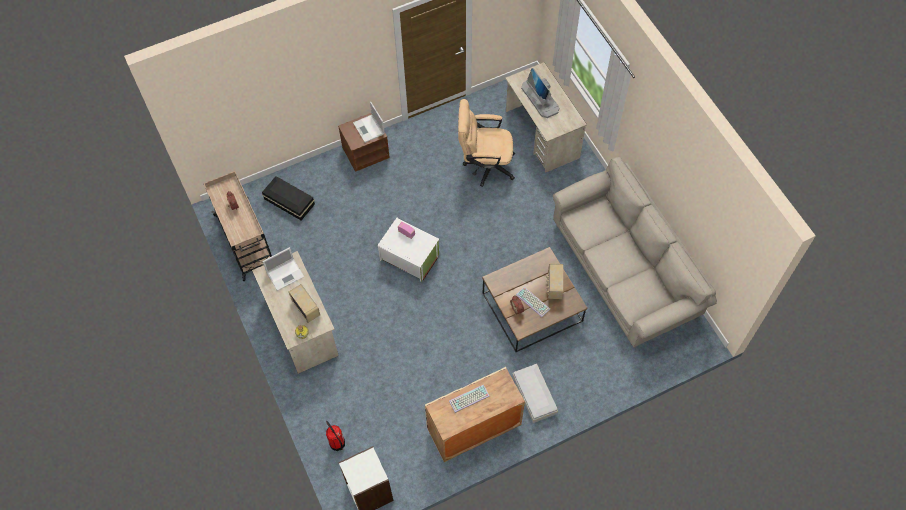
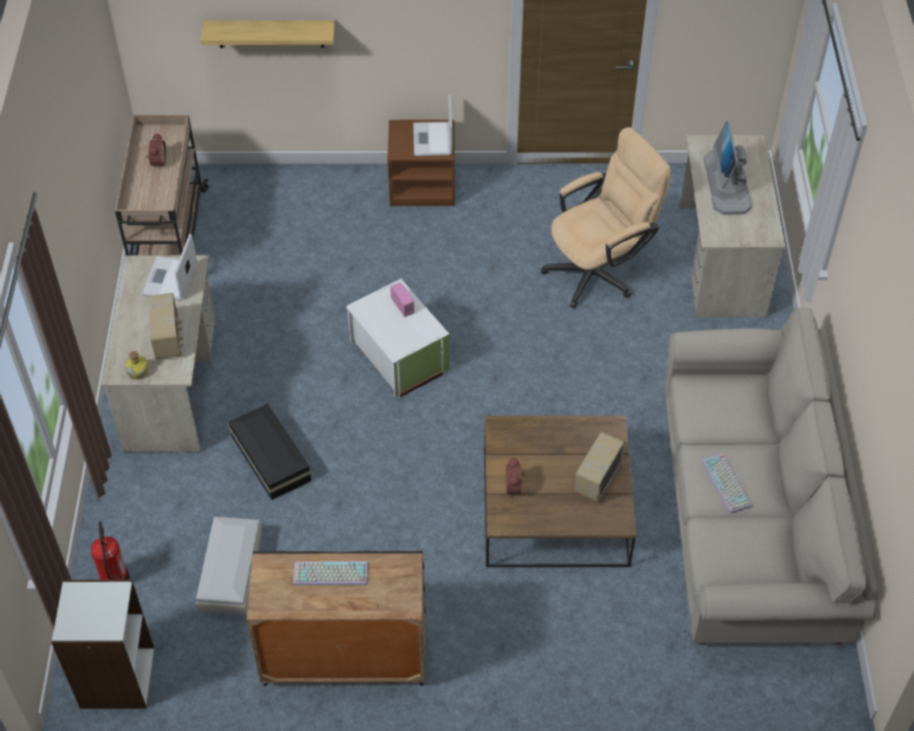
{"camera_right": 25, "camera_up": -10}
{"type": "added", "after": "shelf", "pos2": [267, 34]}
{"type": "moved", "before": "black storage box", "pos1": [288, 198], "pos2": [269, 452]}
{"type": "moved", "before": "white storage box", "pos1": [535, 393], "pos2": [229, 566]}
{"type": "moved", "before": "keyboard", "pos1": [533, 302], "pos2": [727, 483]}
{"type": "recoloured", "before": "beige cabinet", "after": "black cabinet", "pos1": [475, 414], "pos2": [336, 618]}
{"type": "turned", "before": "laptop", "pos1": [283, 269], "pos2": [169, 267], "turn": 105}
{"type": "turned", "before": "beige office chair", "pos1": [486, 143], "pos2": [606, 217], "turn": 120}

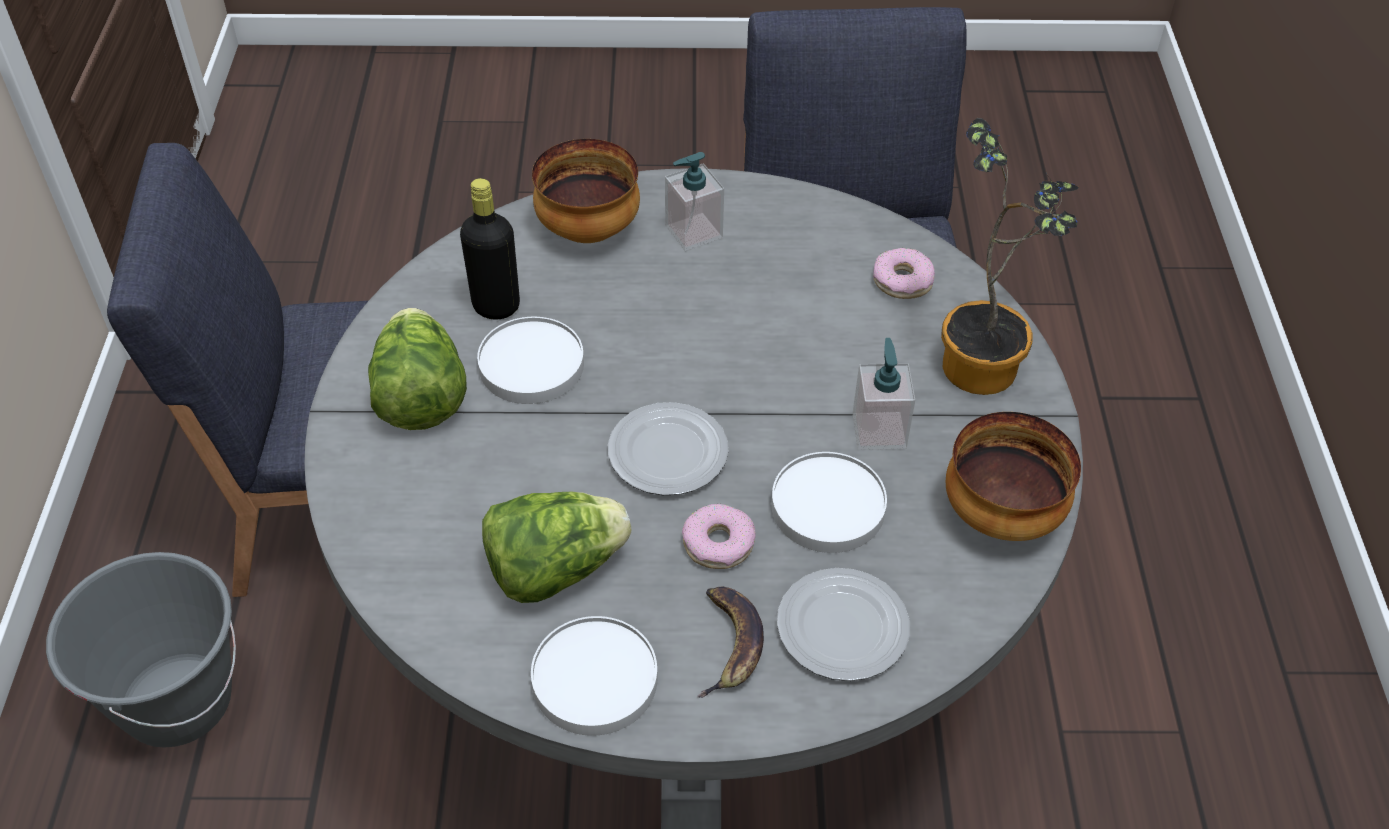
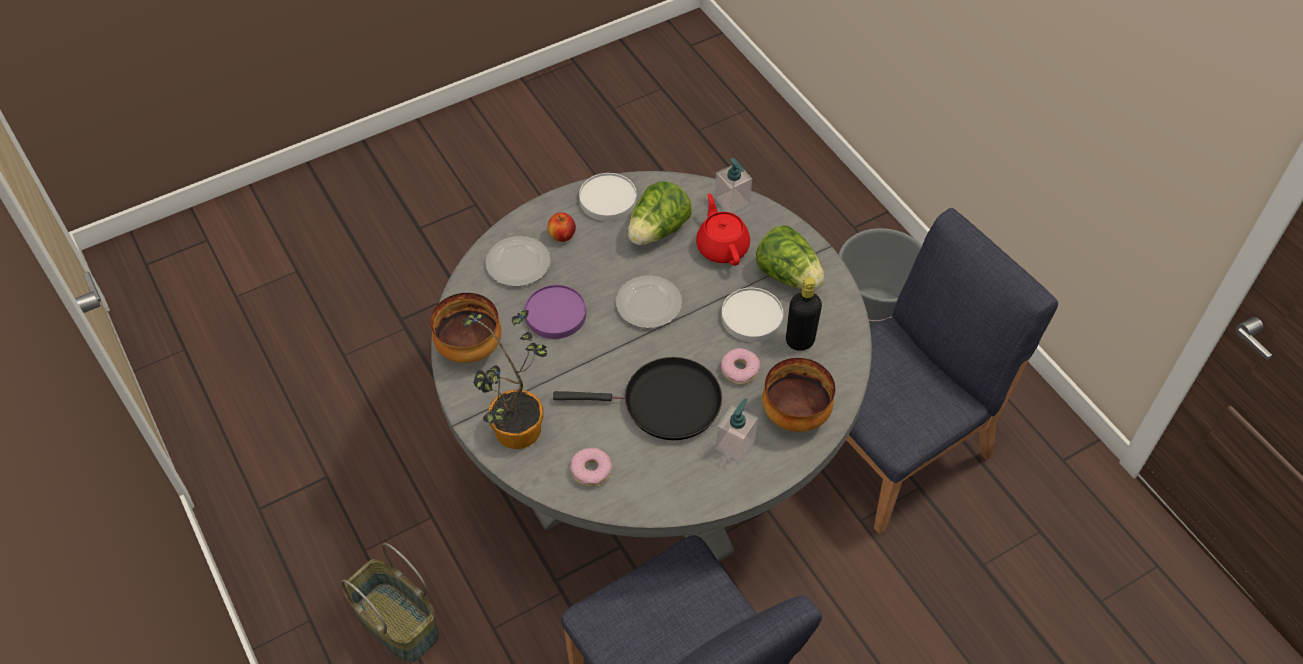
{"camera_right": 150, "camera_up": 5}
{"type": "added", "after": "basket", "pos2": [390, 602]}
{"type": "added", "after": "black frying pan", "pos2": [637, 398]}
{"type": "added", "after": "red teapot", "pos2": [723, 229]}
{"type": "moved", "before": "donut", "pos1": [719, 536], "pos2": [740, 366]}
{"type": "moved", "before": "soap dispenser", "pos1": [884, 394], "pos2": [733, 185]}
{"type": "replaced", "before": "banana", "after": "apple", "pos1": [730, 642], "pos2": [562, 227]}
{"type": "recoloured", "before": "white plate", "after": "purple plate", "pos1": [829, 502], "pos2": [555, 312]}

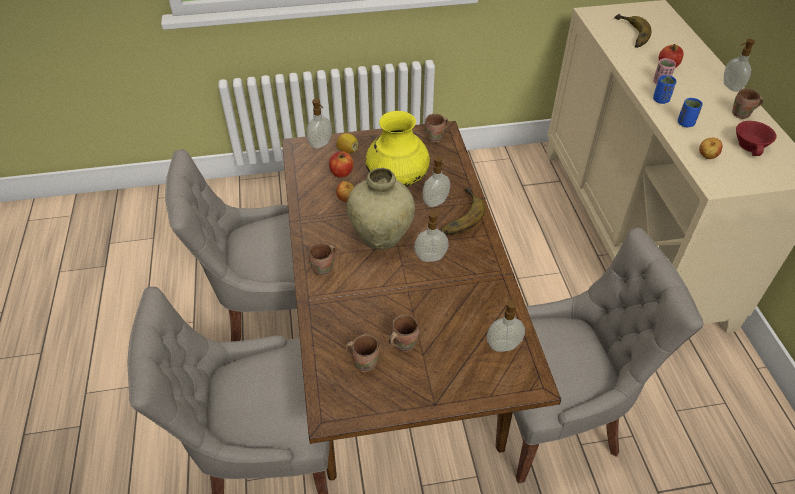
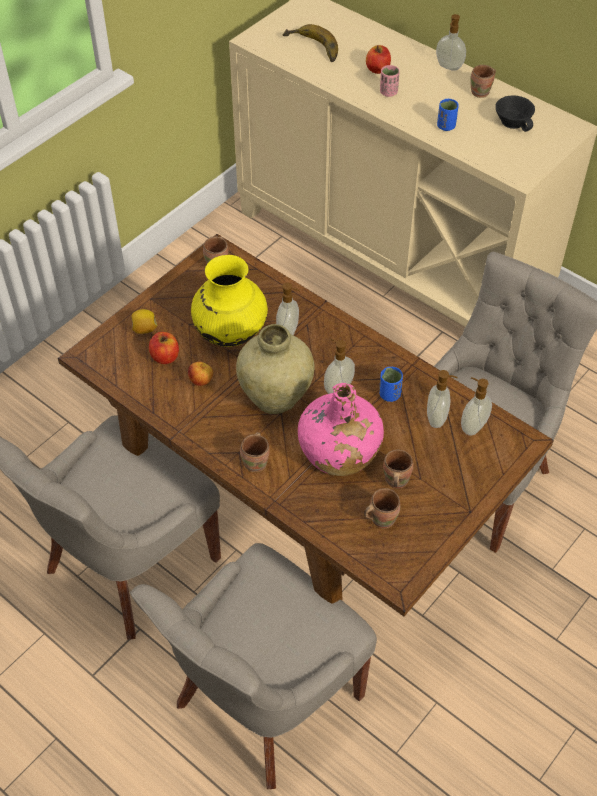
{"camera_right": -40, "camera_up": 5}
{"type": "removed", "before": "banana", "pos1": [462, 211]}
{"type": "removed", "before": "apple", "pos1": [711, 148]}
{"type": "added", "after": "pink bottle", "pos2": [341, 429]}
{"type": "moved", "before": "soap dispenser", "pos1": [319, 124], "pos2": [442, 399]}
{"type": "moved", "before": "blue cup", "pos1": [664, 89], "pos2": [391, 384]}
{"type": "recoloured", "before": "red cup", "after": "black cup", "pos1": [756, 138], "pos2": [515, 113]}

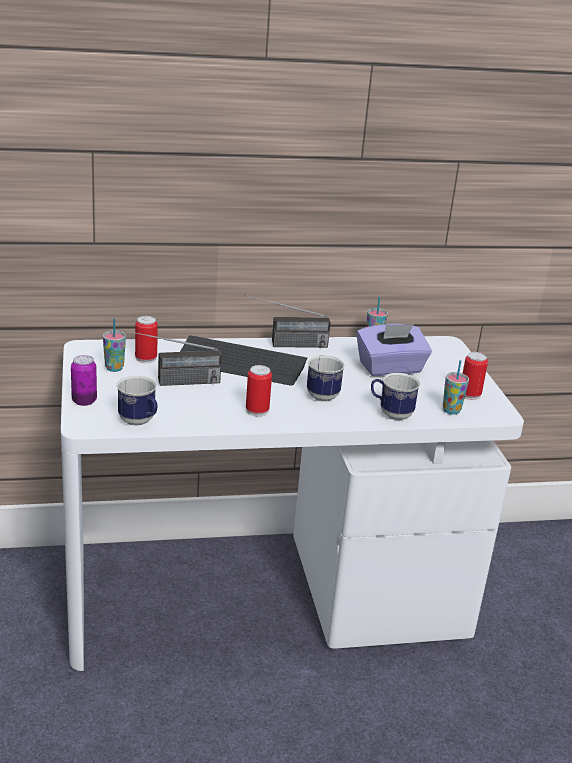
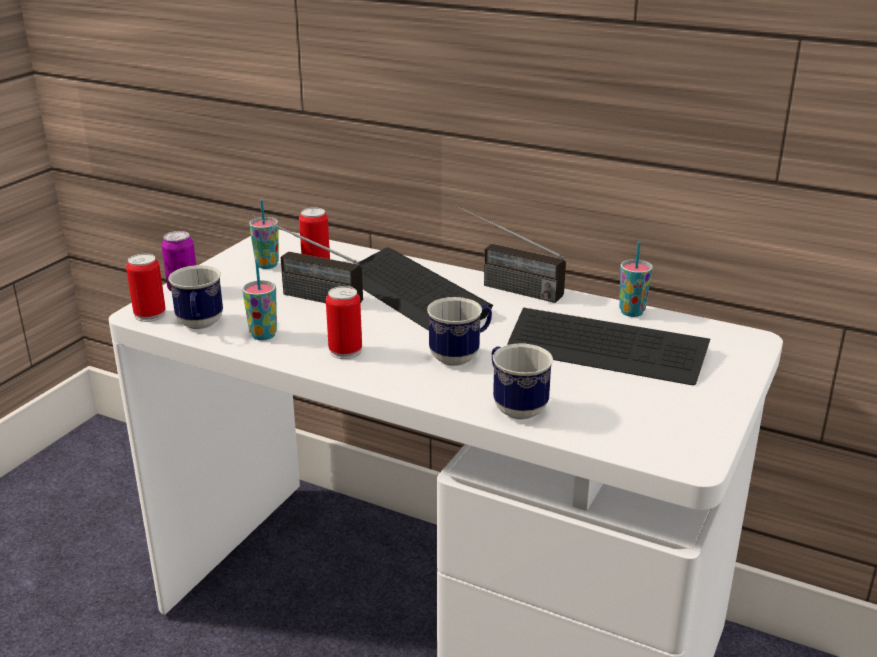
{"camera_right": 40, "camera_up": 0}
{"type": "moved", "before": "cup", "pos1": [456, 387], "pos2": [259, 301]}
{"type": "moved", "before": "can", "pos1": [475, 376], "pos2": [146, 288]}
{"type": "replaced", "before": "purple tissue box", "after": "keyboard", "pos1": [394, 350], "pos2": [608, 346]}

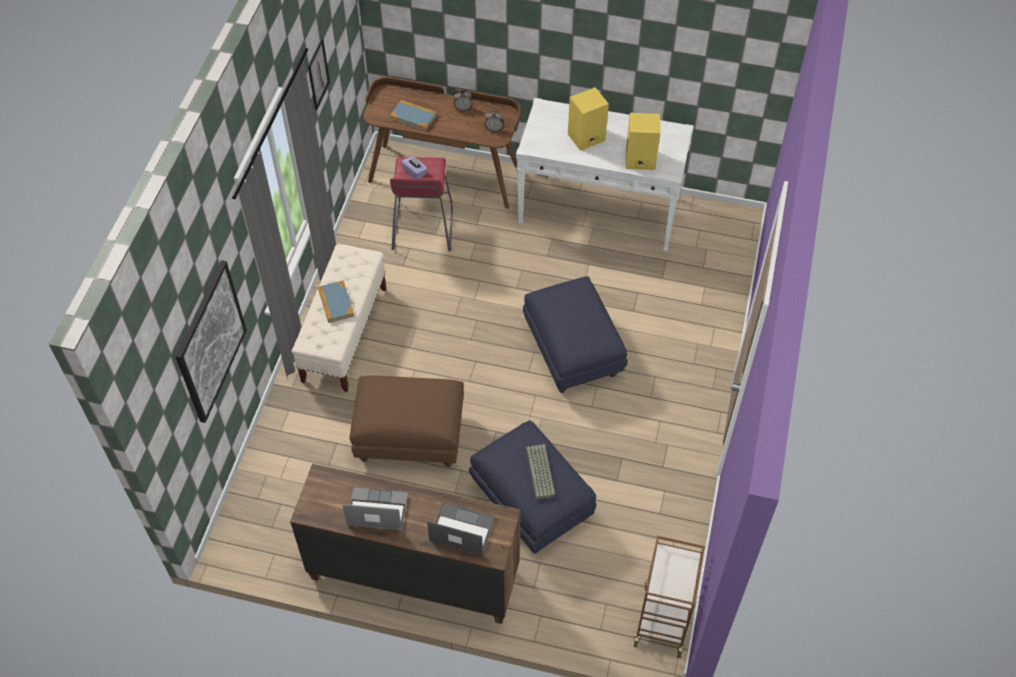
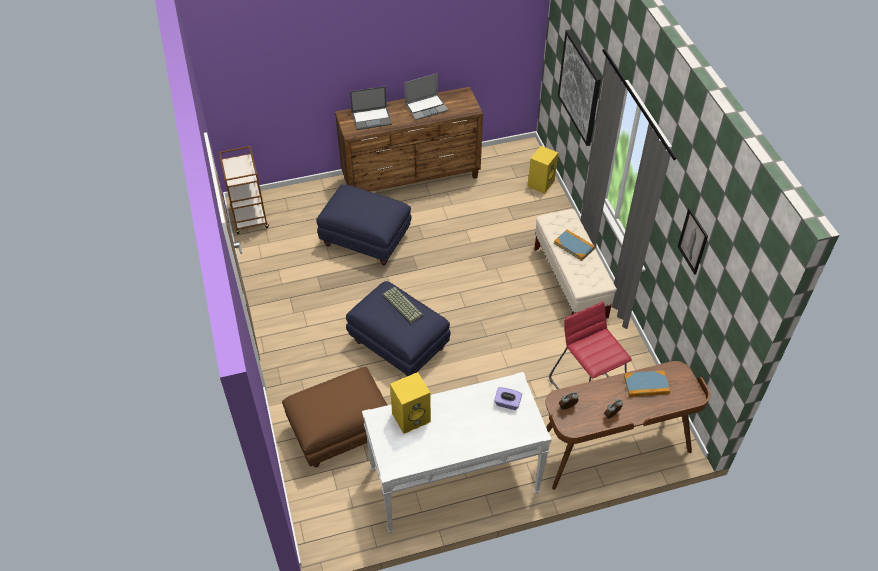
{"camera_right": 150, "camera_up": -5}
{"type": "moved", "before": "brown ottoman", "pos1": [407, 421], "pos2": [334, 417]}
{"type": "moved", "before": "purple tissue box", "pos1": [414, 167], "pos2": [508, 398]}
{"type": "moved", "before": "keyboard", "pos1": [540, 472], "pos2": [403, 305]}
{"type": "moved", "before": "yellow speaker", "pos1": [588, 119], "pos2": [543, 170]}

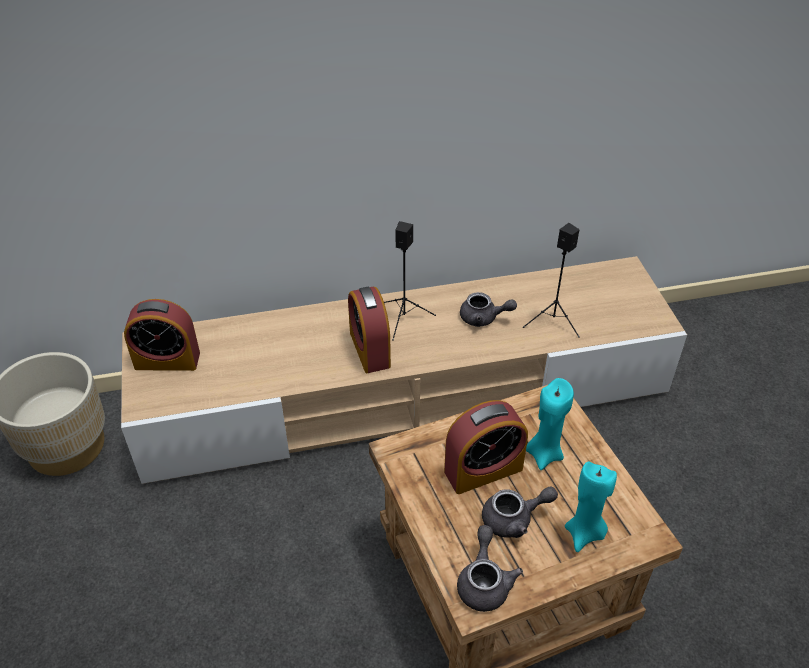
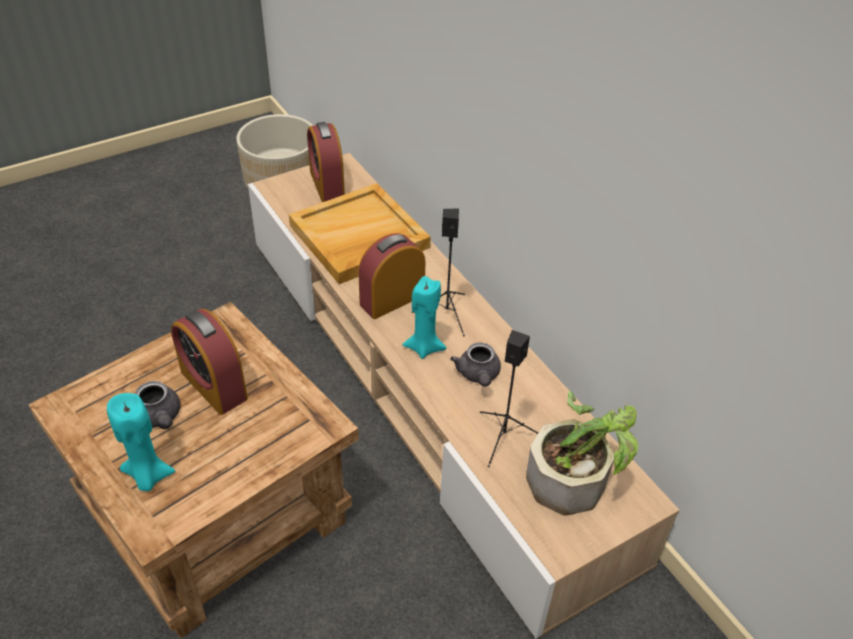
{"camera_right": 70, "camera_up": 0}
{"type": "removed", "before": "grey teapot", "pos1": [490, 568]}
{"type": "added", "after": "beige tray", "pos2": [360, 233]}
{"type": "added", "after": "potted plant", "pos2": [582, 453]}
{"type": "moved", "before": "turquoise candle", "pos1": [550, 424], "pos2": [424, 317]}

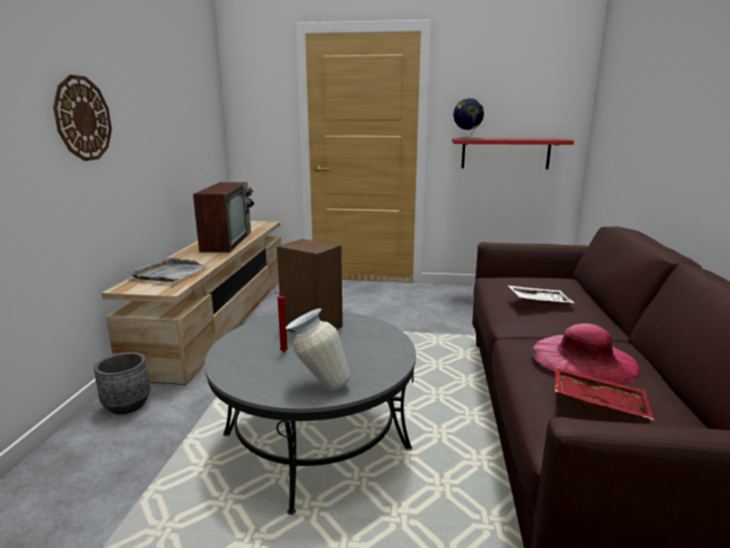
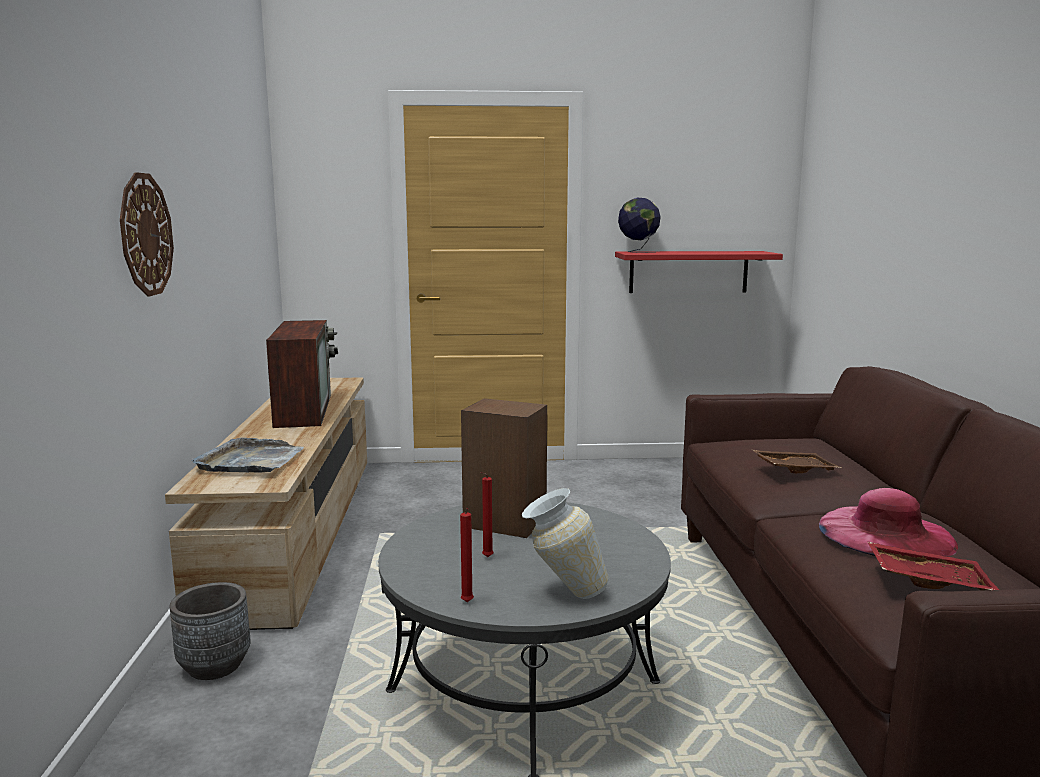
{"camera_right": -10, "camera_up": -5}
{"type": "added", "after": "red candle", "pos2": [467, 555]}
{"type": "recoloured", "before": "white tray", "after": "brown tray", "pos1": [541, 295], "pos2": [796, 461]}

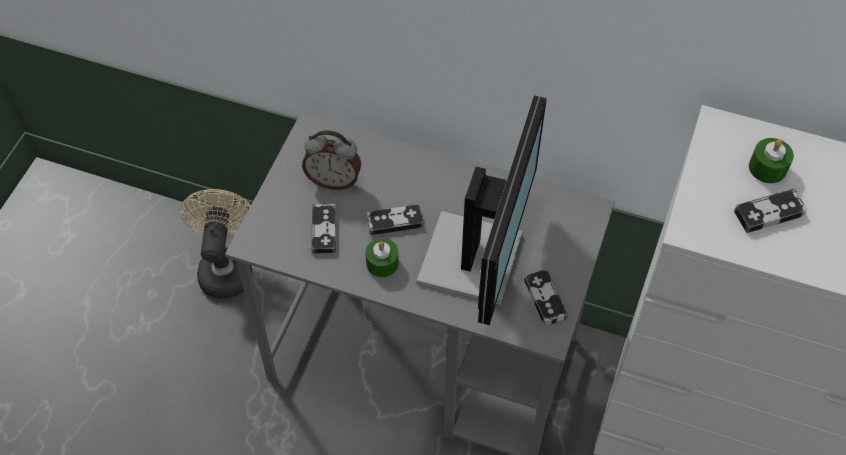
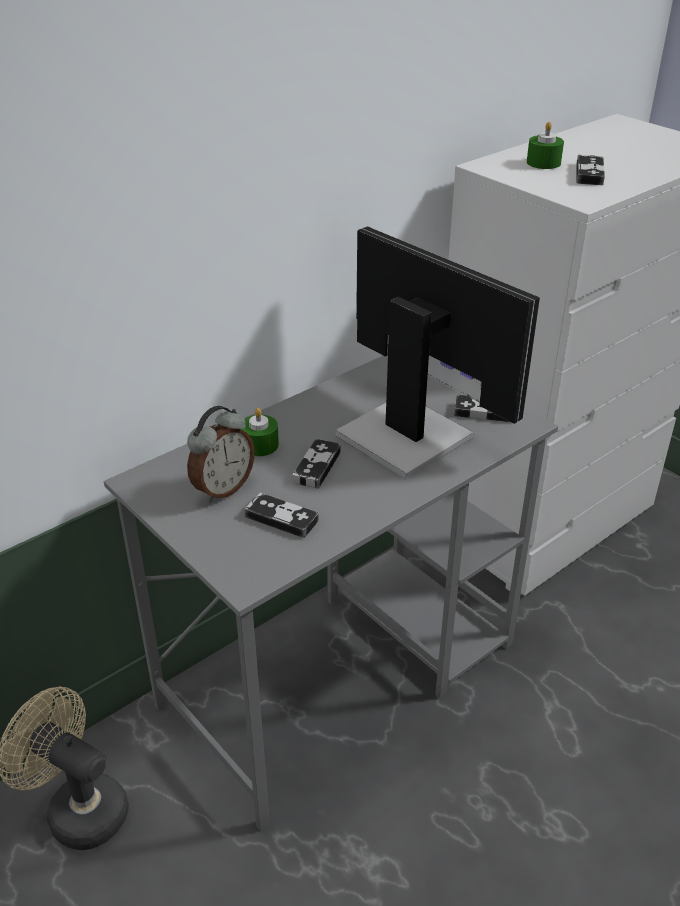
{"camera_right": -60, "camera_up": -20}
{"type": "moved", "before": "green candle", "pos1": [382, 257], "pos2": [260, 432]}

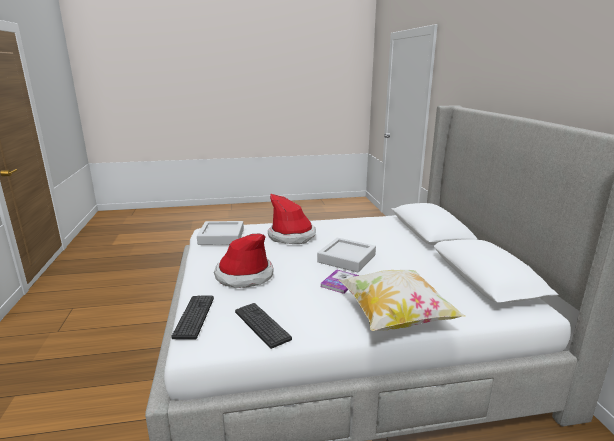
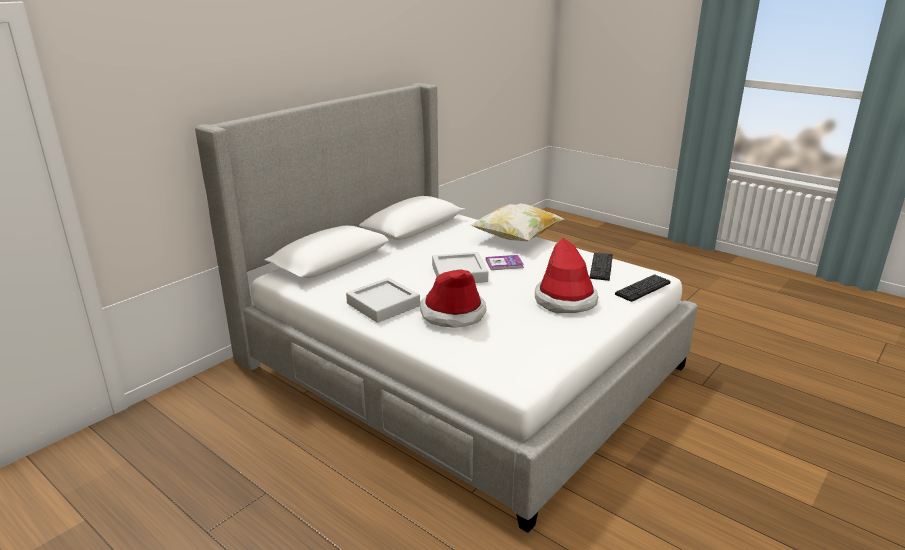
{"camera_right": -130, "camera_up": 5}
{"type": "moved", "before": "grey tray", "pos1": [220, 233], "pos2": [383, 300]}

